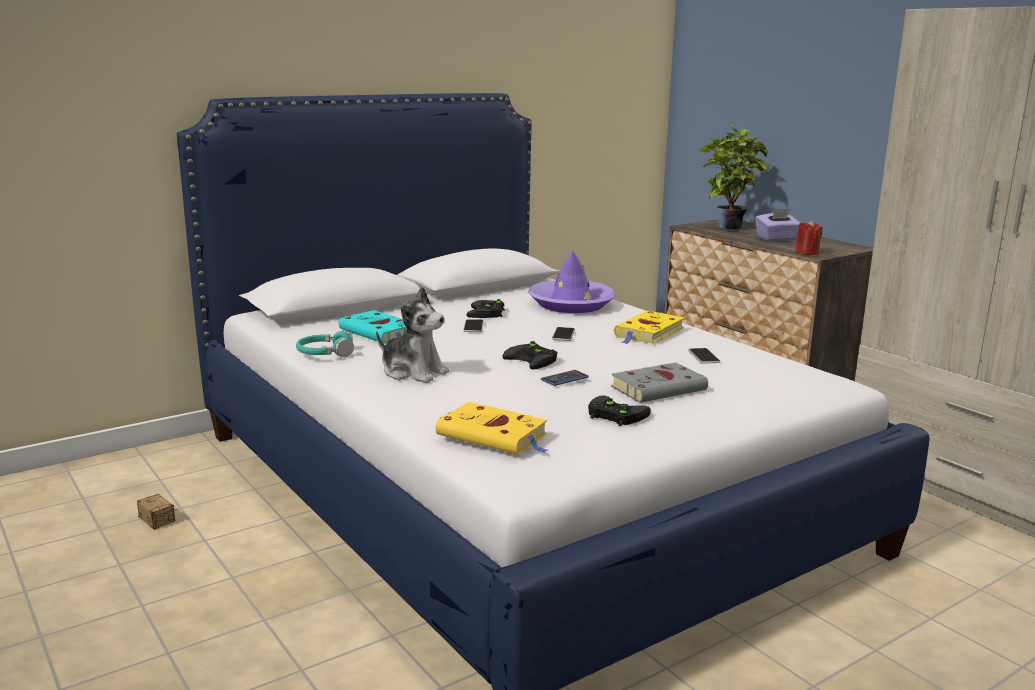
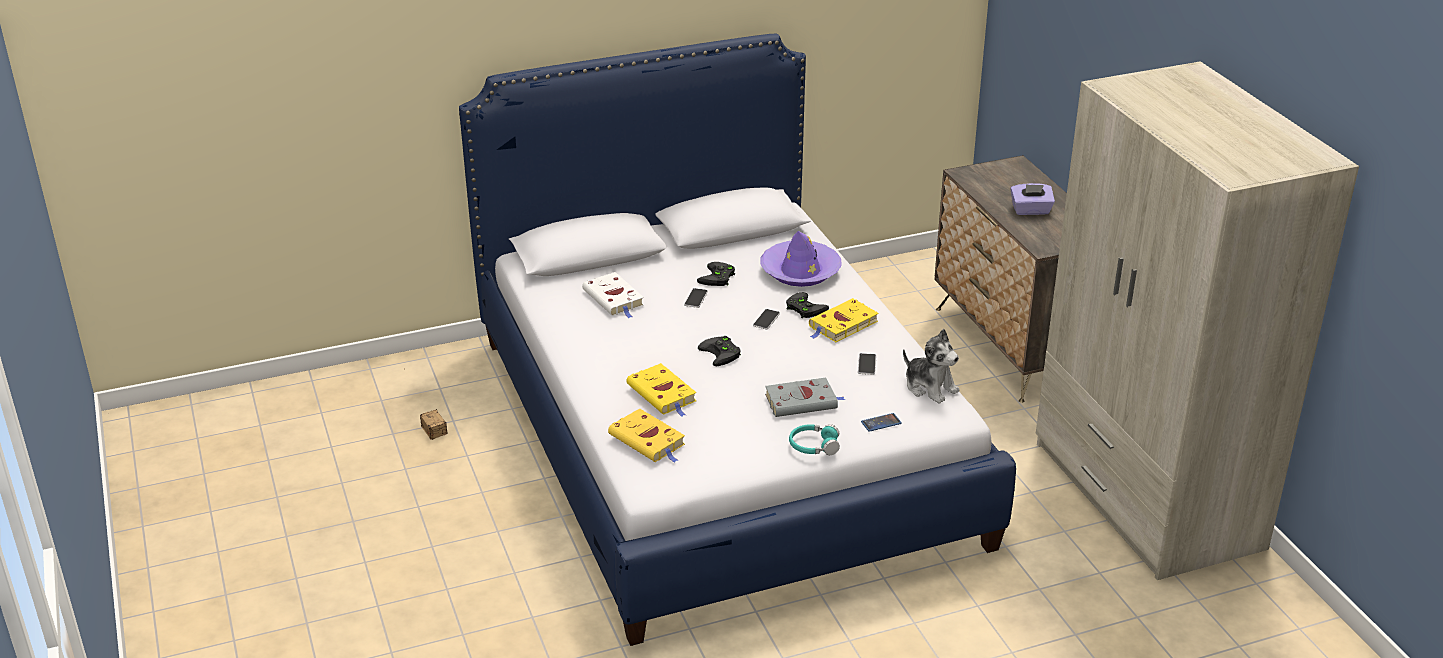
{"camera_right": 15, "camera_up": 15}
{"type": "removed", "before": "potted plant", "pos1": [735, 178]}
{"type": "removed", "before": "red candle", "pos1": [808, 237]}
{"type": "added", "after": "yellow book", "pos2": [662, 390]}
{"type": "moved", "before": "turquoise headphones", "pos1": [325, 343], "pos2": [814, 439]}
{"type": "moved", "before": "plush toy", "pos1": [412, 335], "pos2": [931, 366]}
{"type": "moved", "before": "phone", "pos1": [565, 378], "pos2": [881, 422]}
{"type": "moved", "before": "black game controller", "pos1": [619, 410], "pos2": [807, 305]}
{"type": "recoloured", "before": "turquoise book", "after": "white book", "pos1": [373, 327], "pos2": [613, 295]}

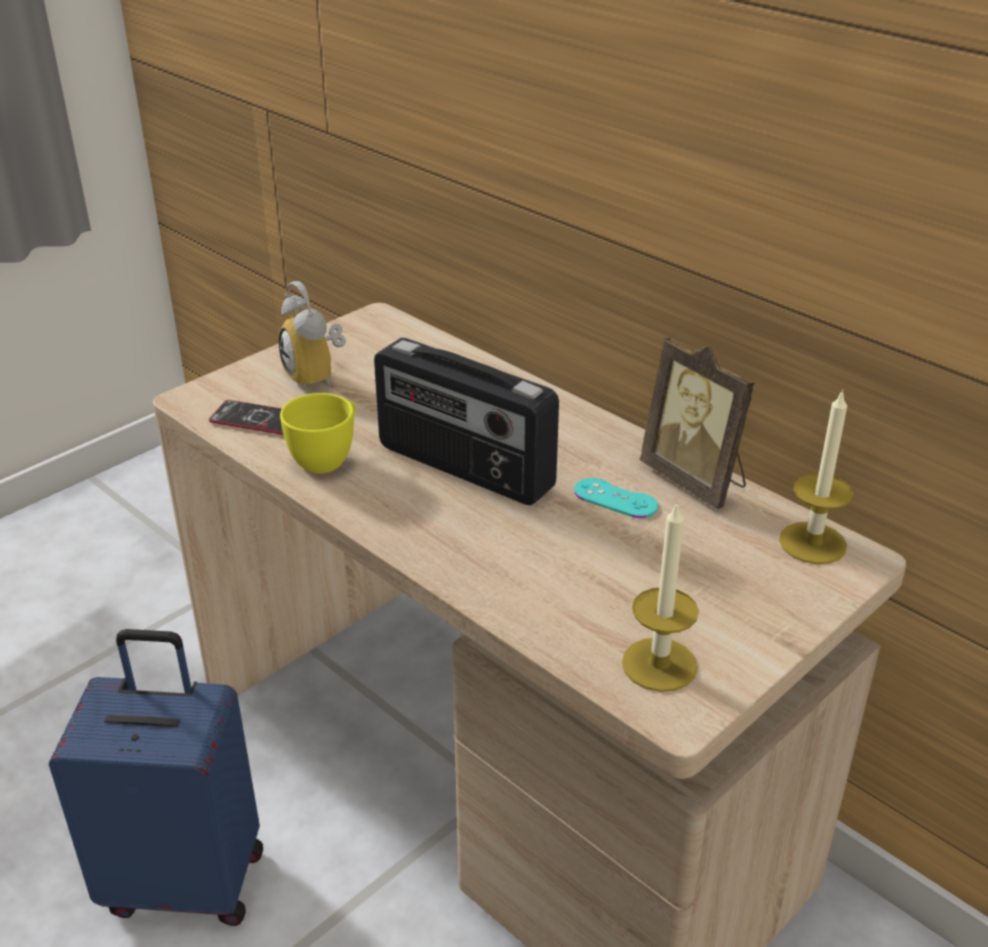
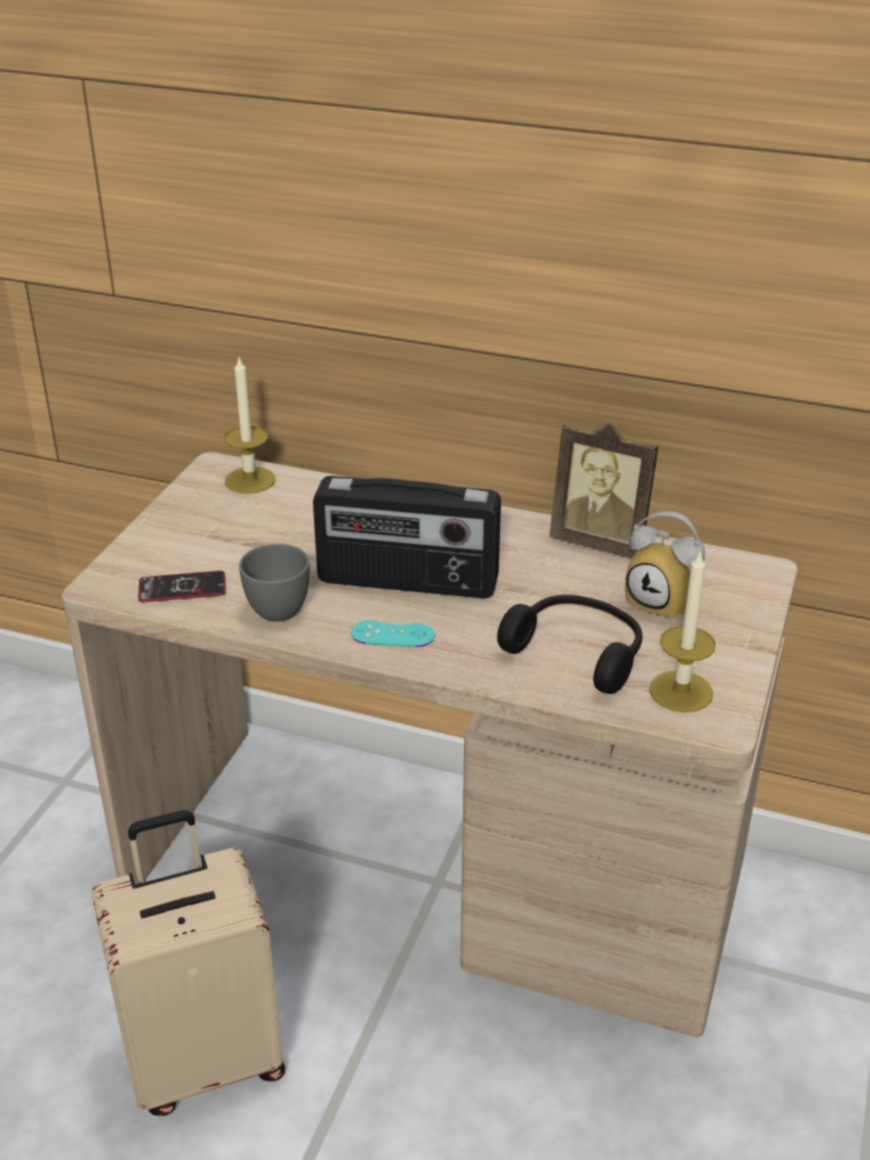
{"camera_right": -25, "camera_up": 0}
{"type": "added", "after": "black headphones", "pos2": [570, 644]}
{"type": "moved", "before": "alarm clock", "pos1": [312, 336], "pos2": [665, 567]}
{"type": "moved", "before": "turquoise game controller", "pos1": [616, 498], "pos2": [393, 633]}
{"type": "moved", "before": "candle", "pos1": [816, 476], "pos2": [249, 426]}
{"type": "recoloured", "before": "blue suitcase", "after": "beige suitcase", "pos1": [156, 777], "pos2": [188, 963]}
{"type": "recoloured", "before": "yellow cup", "after": "grey cup", "pos1": [318, 433], "pos2": [274, 583]}

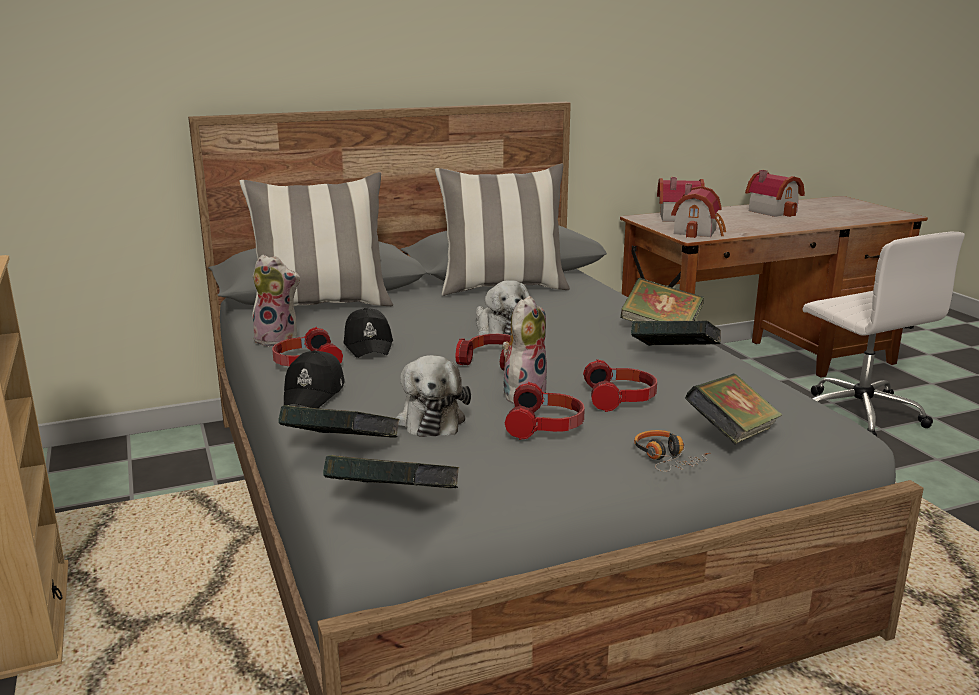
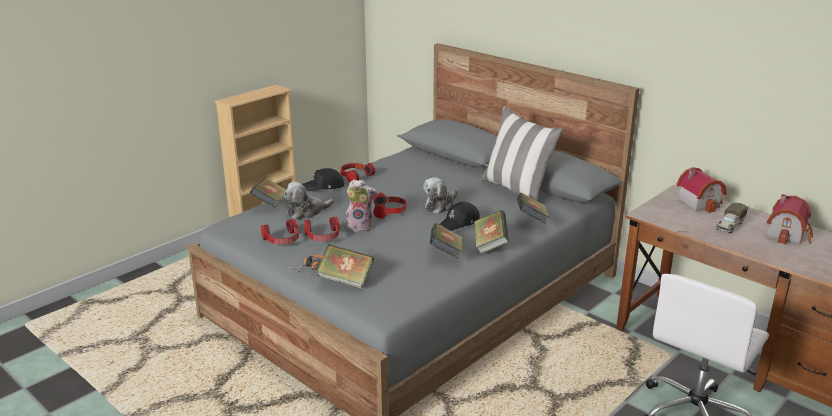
{"camera_right": 65, "camera_up": 5}
{"type": "removed", "before": "pillow", "pos1": [316, 244]}
{"type": "removed", "before": "plush toy", "pos1": [276, 301]}
{"type": "removed", "before": "toy house", "pos1": [698, 210]}
{"type": "added", "after": "toy truck", "pos2": [732, 218]}
{"type": "moved", "before": "book", "pos1": [391, 471], "pos2": [533, 208]}
{"type": "moved", "before": "black cap", "pos1": [368, 333], "pos2": [459, 216]}
{"type": "moved", "before": "headphones", "pos1": [620, 385], "pos2": [280, 232]}

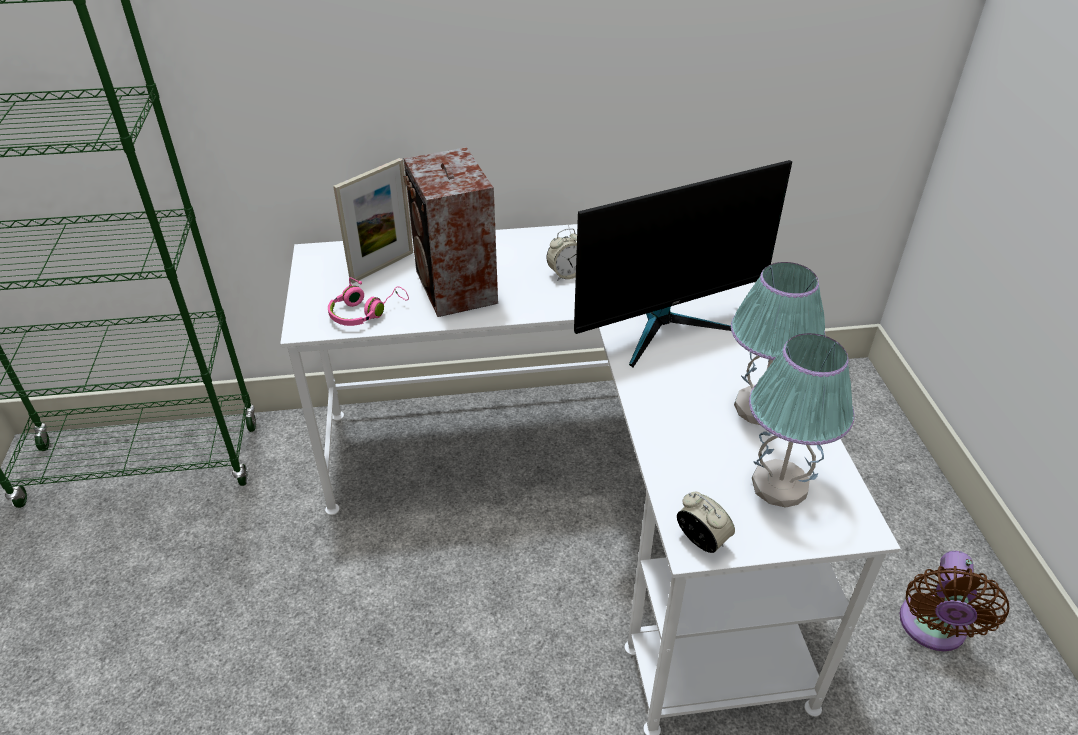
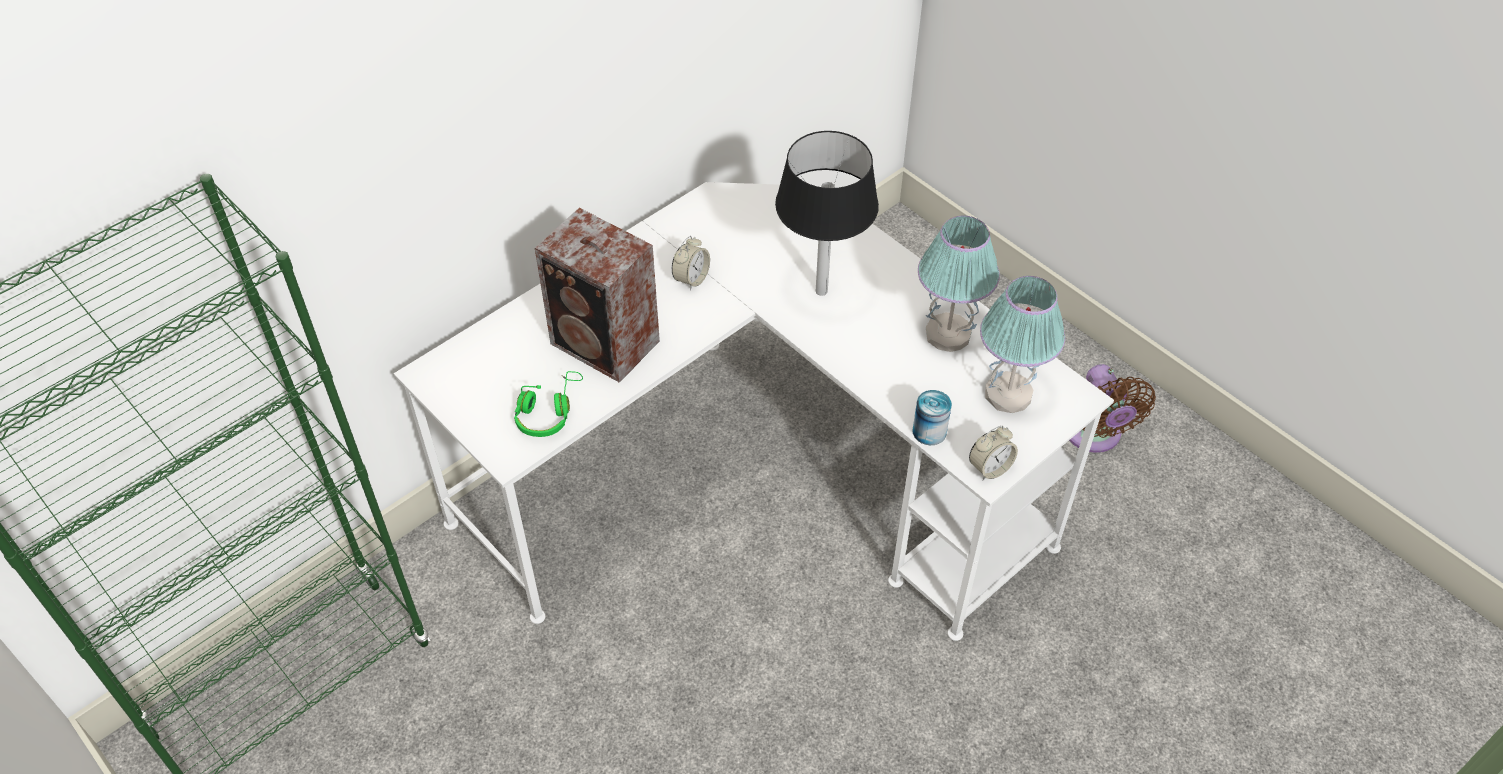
{"camera_right": -35, "camera_up": 10}
{"type": "removed", "before": "picture frame", "pos1": [373, 220]}
{"type": "added", "after": "can", "pos2": [932, 417]}
{"type": "replaced", "before": "monitor", "after": "black table lamp", "pos1": [683, 263], "pos2": [827, 213]}
{"type": "recoloured", "before": "pink headphones", "after": "green headphones", "pos1": [368, 302], "pos2": [548, 404]}
{"type": "turned", "before": "alarm clock", "pos1": [706, 522], "pos2": [993, 453], "turn": 135}

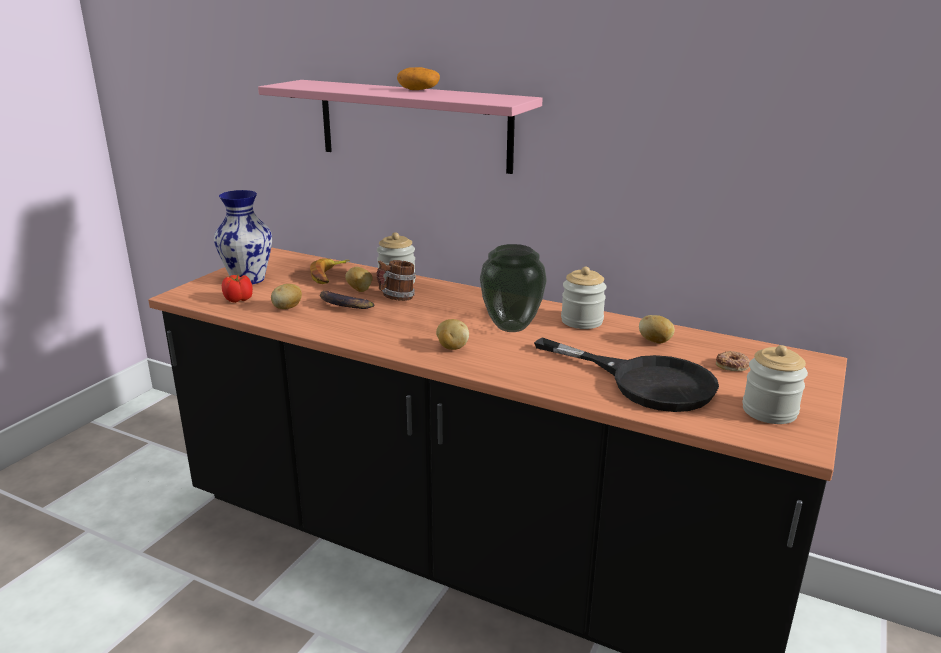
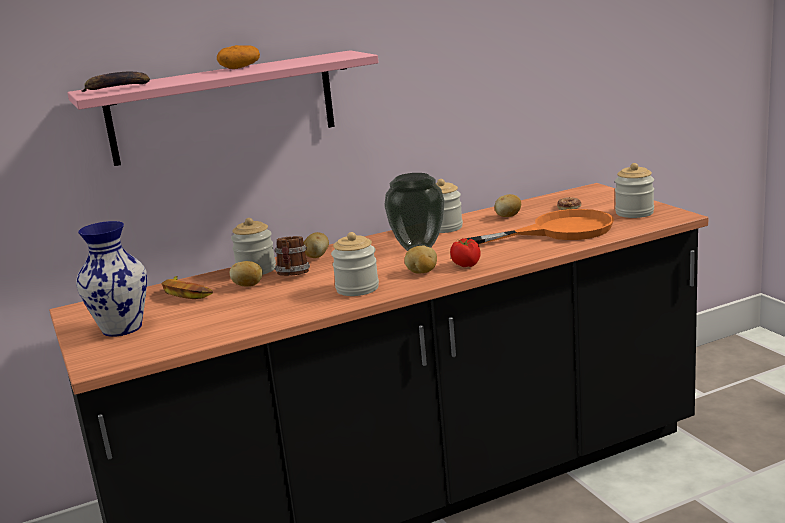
{"camera_right": -50, "camera_up": -5}
{"type": "added", "after": "jar", "pos2": [355, 264]}
{"type": "moved", "before": "tomato", "pos1": [237, 288], "pos2": [465, 253]}
{"type": "moved", "before": "potato", "pos1": [286, 296], "pos2": [316, 245]}
{"type": "moved", "before": "banana", "pos1": [347, 300], "pos2": [115, 82]}
{"type": "recoloured", "before": "black frying pan", "after": "orange frying pan", "pos1": [626, 374], "pos2": [539, 227]}

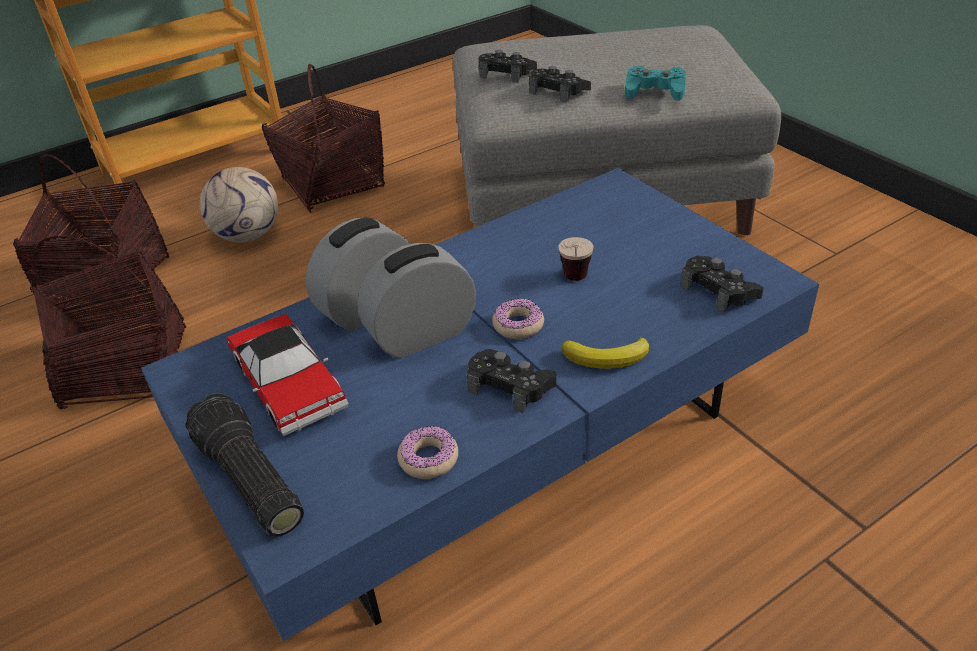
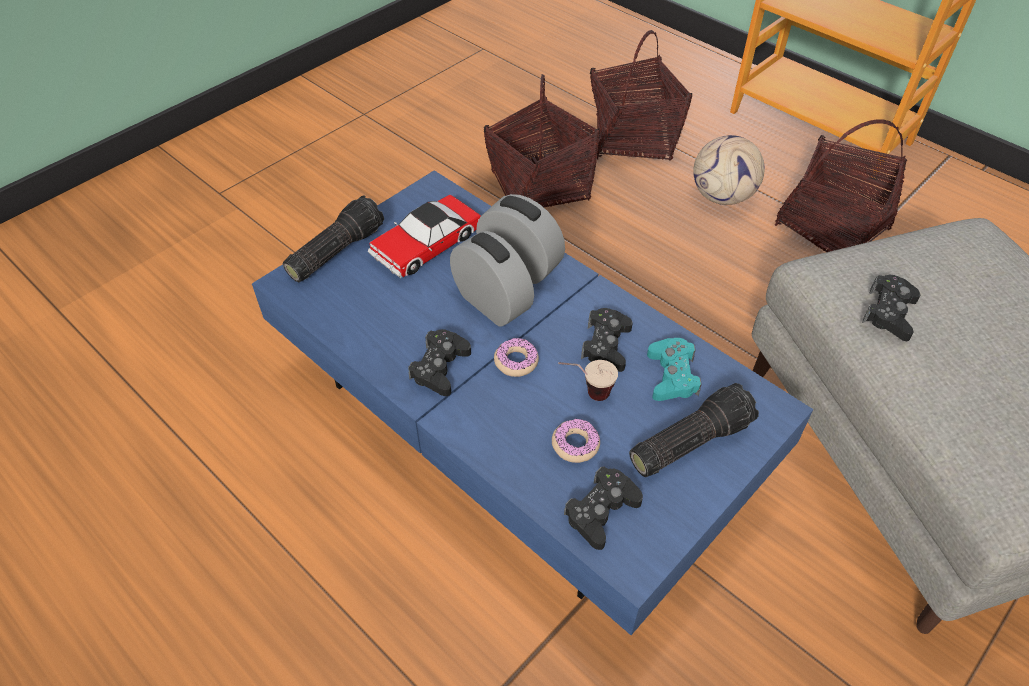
{"camera_right": 75, "camera_up": 10}
{"type": "removed", "before": "banana", "pos1": [605, 353]}
{"type": "added", "after": "flashlight", "pos2": [694, 430]}
{"type": "moved", "before": "donut", "pos1": [427, 452], "pos2": [576, 441]}
{"type": "moved", "before": "black game controller", "pos1": [508, 66], "pos2": [607, 340]}
{"type": "moved", "before": "turquoise game controller", "pos1": [655, 83], "pos2": [674, 369]}

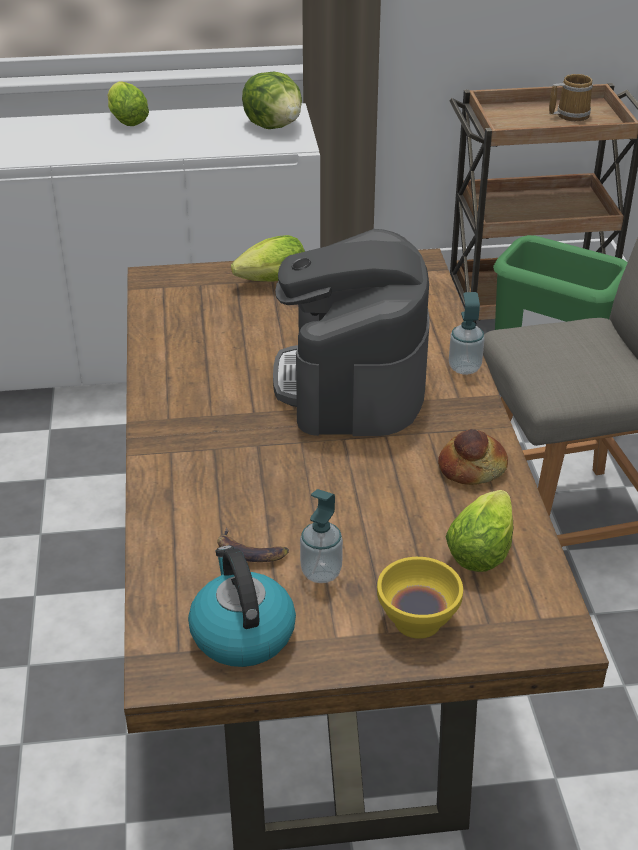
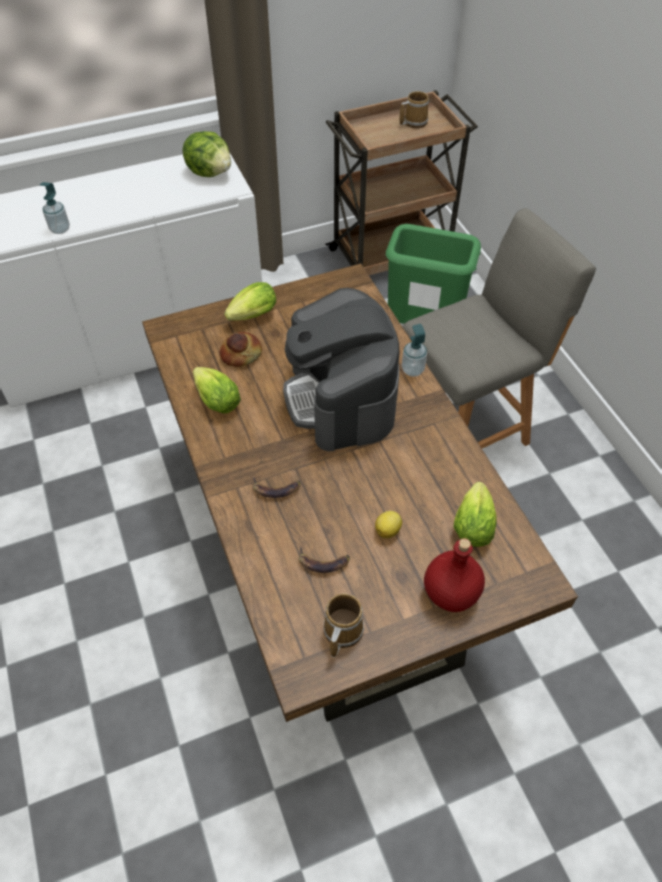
{"camera_right": -15, "camera_up": 15}
{"type": "added", "after": "banana", "pos2": [277, 487]}
{"type": "added", "after": "lemon", "pos2": [388, 524]}
{"type": "moved", "before": "lettuce", "pos1": [128, 103], "pos2": [217, 390]}
{"type": "moved", "before": "soap dispenser", "pos1": [321, 536], "pos2": [55, 208]}
{"type": "moved", "before": "bread", "pos1": [473, 457], "pos2": [240, 349]}
{"type": "replaced", "before": "kettle", "after": "mug", "pos1": [242, 606], "pos2": [343, 625]}
{"type": "replaced", "before": "yellow bowl", "after": "red bottle", "pos1": [420, 598], "pos2": [454, 575]}

